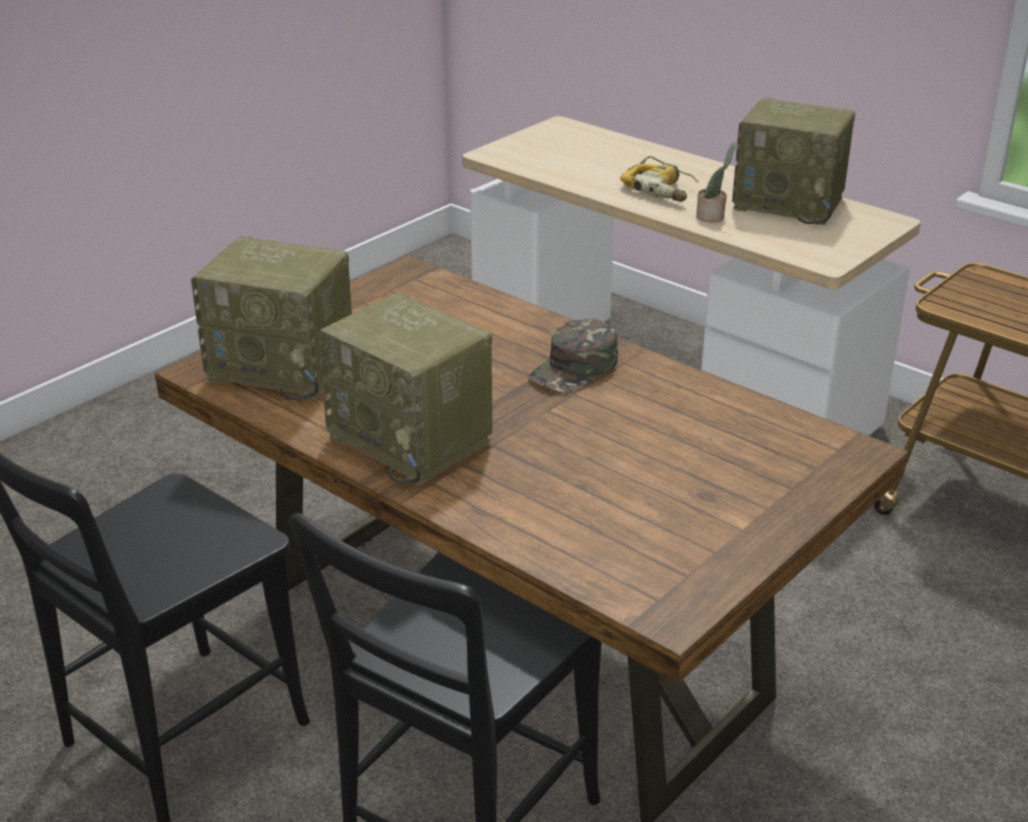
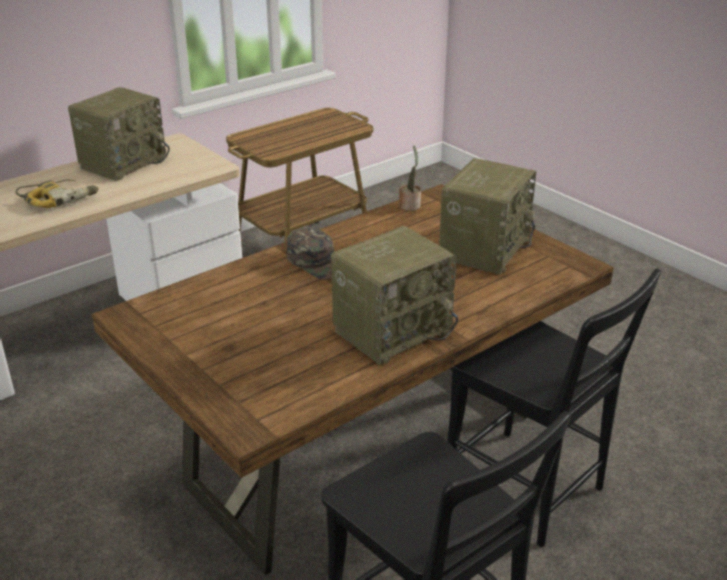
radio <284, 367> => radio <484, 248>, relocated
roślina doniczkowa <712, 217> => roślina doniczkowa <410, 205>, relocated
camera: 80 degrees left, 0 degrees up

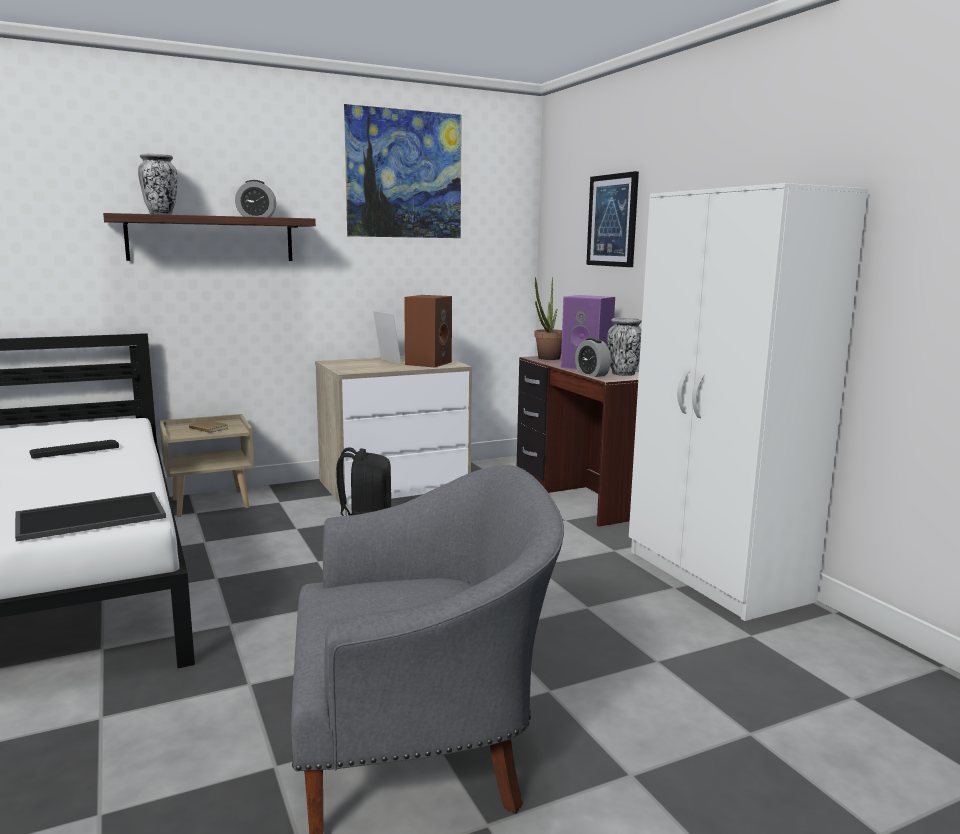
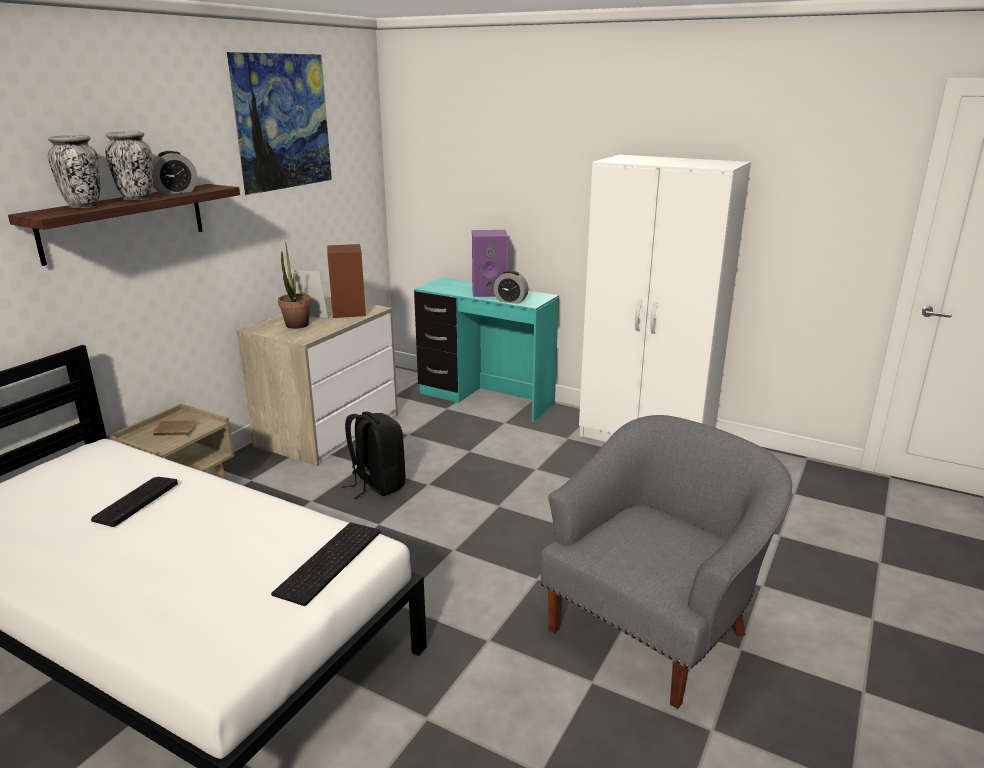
obraz <612, 220> => nothing
roślina doniczkowa <547, 359> => roślina doniczkowa <296, 326>, relocated
wazon <623, 374> => wazon <137, 199>, relocated
taca <89, 517> => klawiatura <330, 563>
biurko (brązowy) <577, 497> => biurko (turkusowy) <485, 399>
camera: 35 degrees left, 10 degrees up

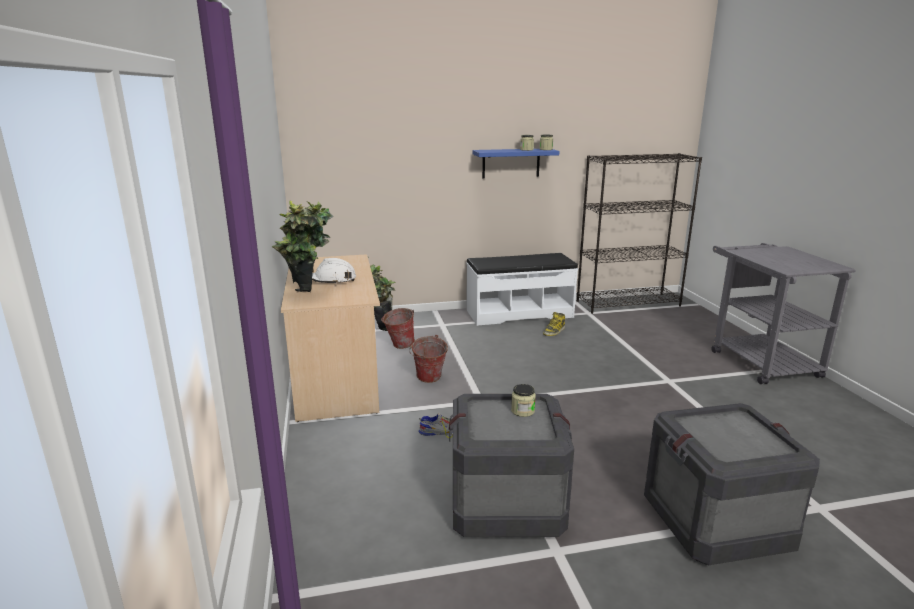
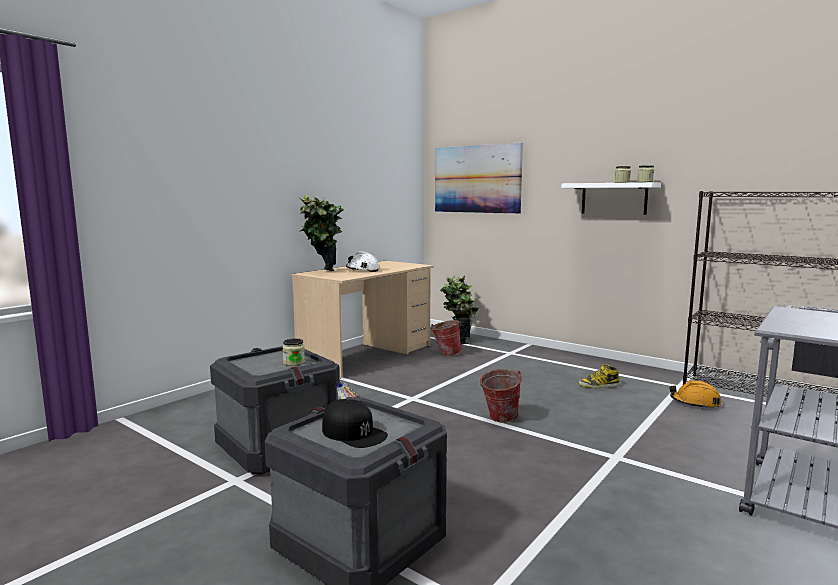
ławka (biały) <519, 313> => nothing
nothing => czapka z daszkiem (czarny) <354, 433>
nothing => obraz <477, 179>
nothing => kask (pomarańczowy) <695, 403>
wiadro <428, 380> => wiadro <499, 419>, relocated
półka (niebieski) <511, 163> => półka (biały) <614, 198>
camera: 50 degrees right, 10 degrees down

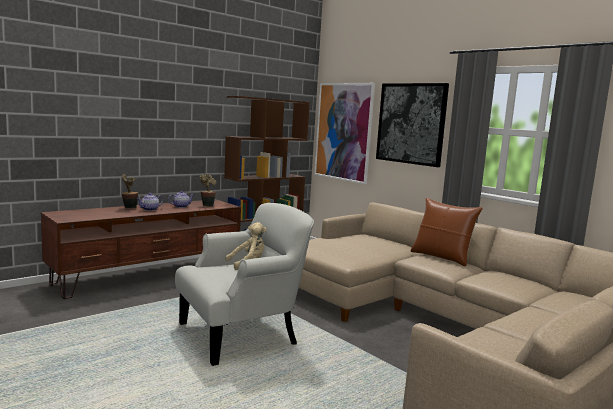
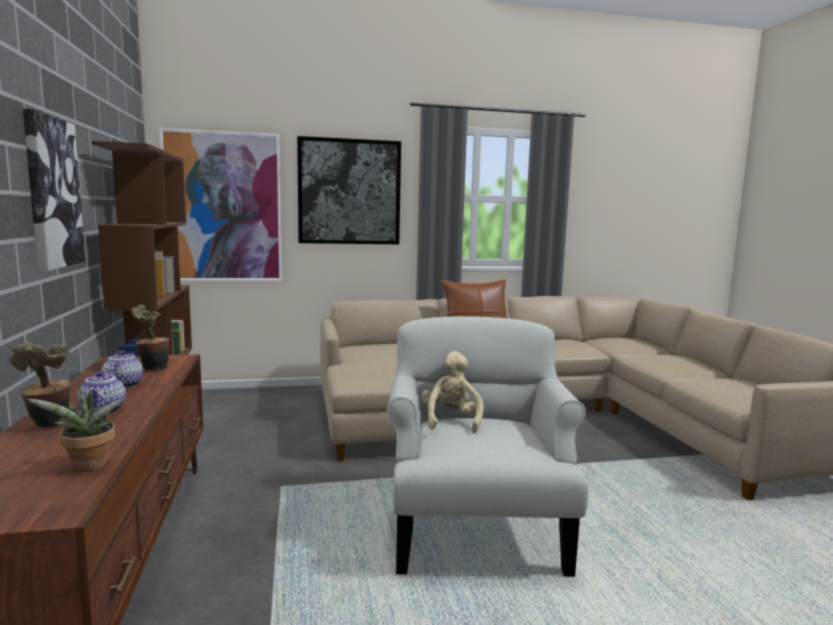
nothing => obraz <52, 193>
nothing => roślina doniczkowa <88, 468>
camera: 60 degrees left, 0 degrees up

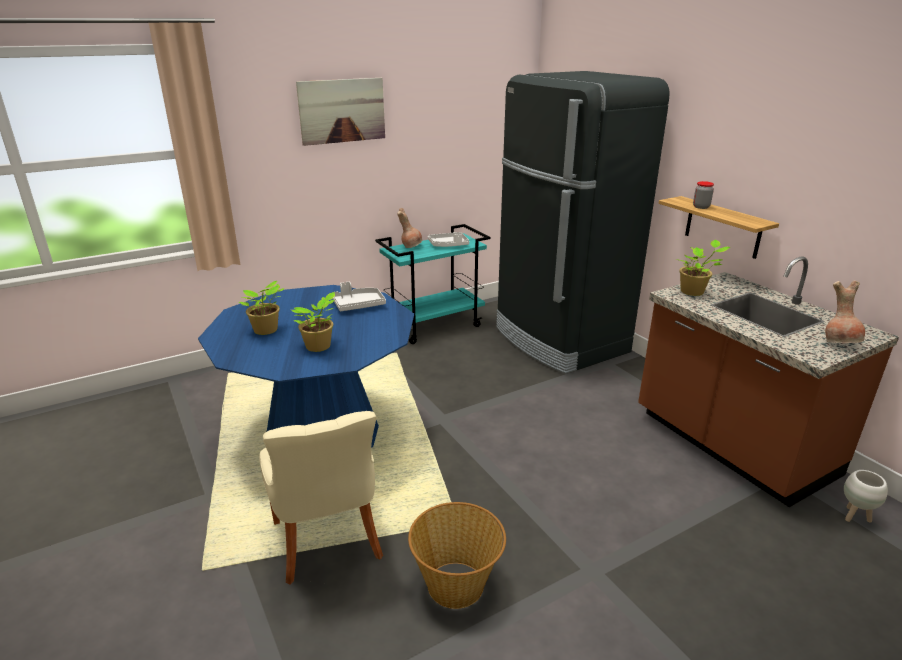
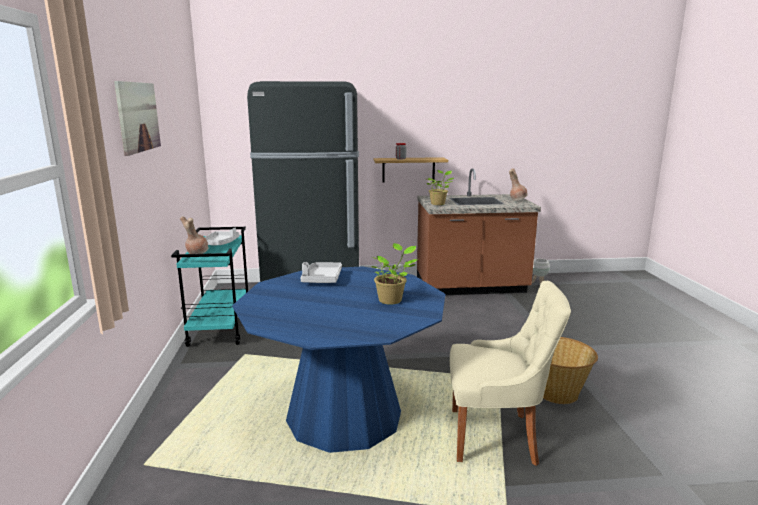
roślina doniczkowa <266, 331> => nothing
camera: 65 degrees left, 10 degrees down

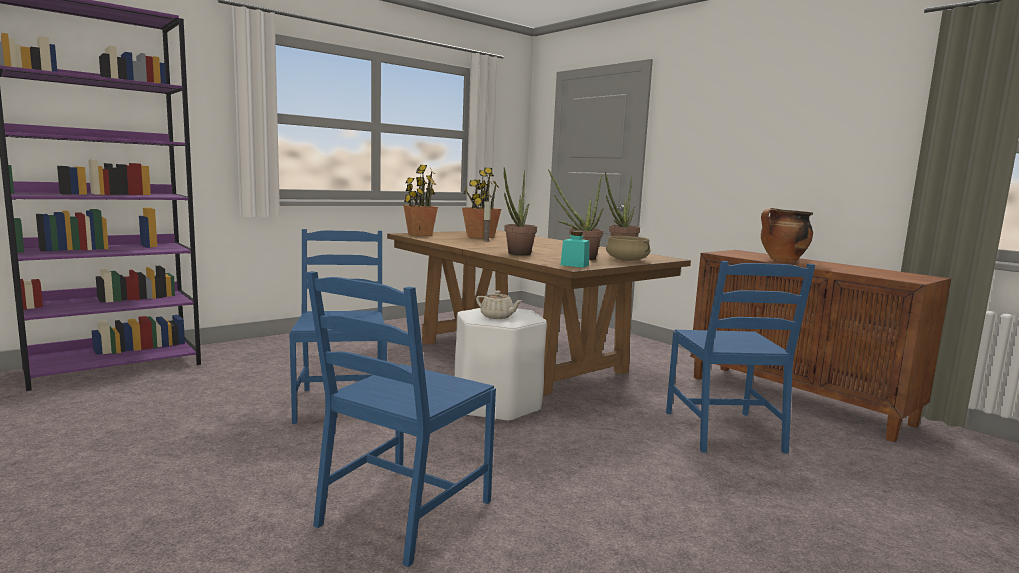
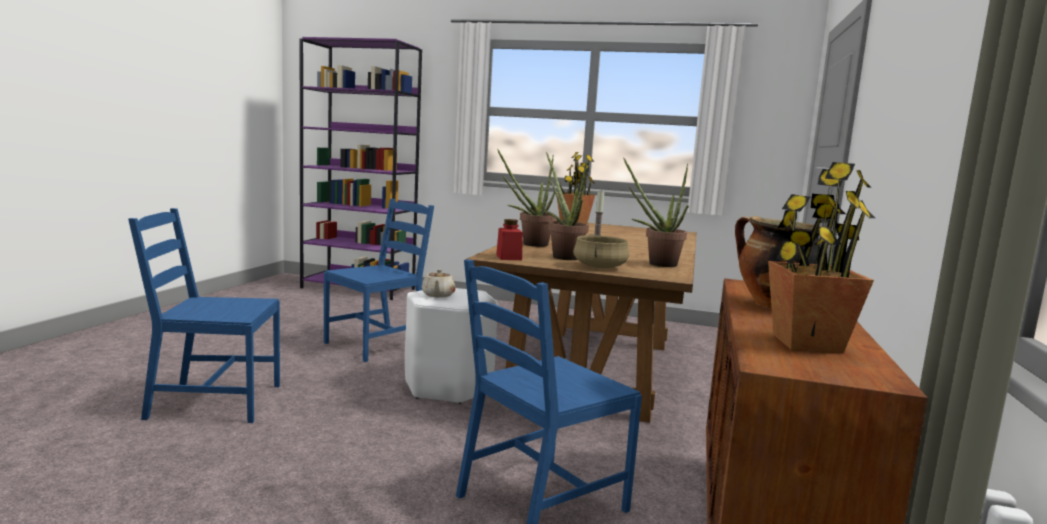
roślina doniczkowa <480, 237> => roślina doniczkowa <806, 343>, relocated
słoik (turkusowy) <574, 265> => słoik (czerwony) <508, 257>
camera: 55 degrees right, 0 degrees up

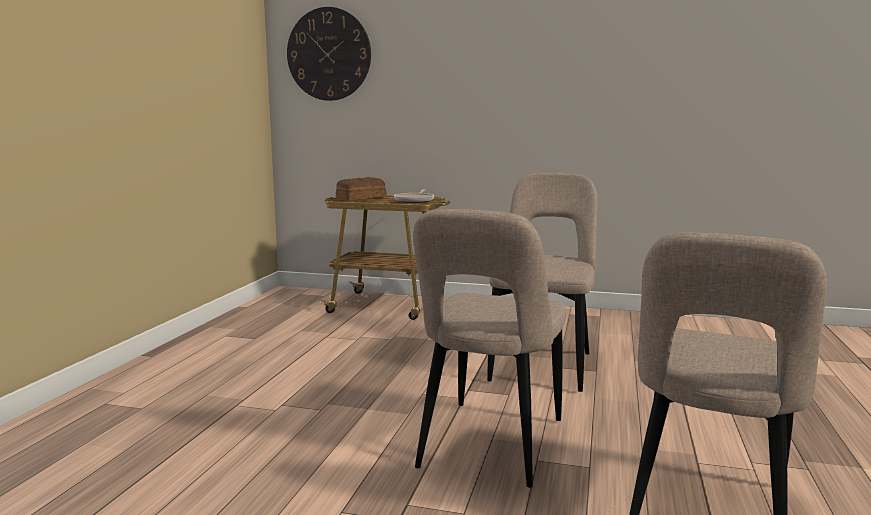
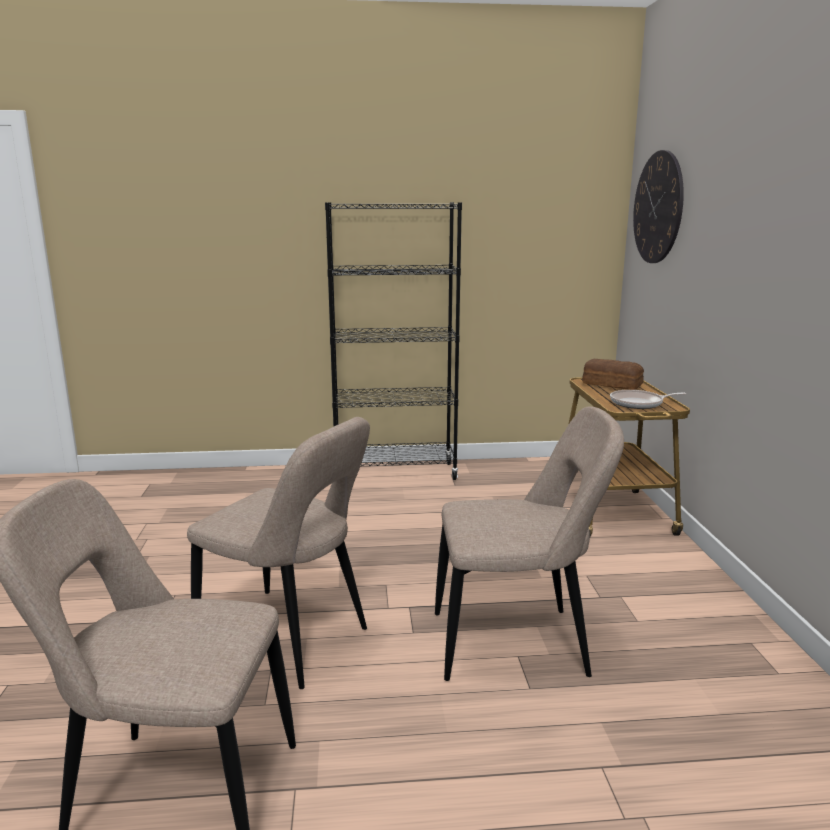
nothing => regał (czarny) <395, 473>
krzesło (beżowy) <489, 447> => krzesło (beżowy) <288, 639>, 150 degrees counterclockwise
camera: 70 degrees right, 5 degrees up

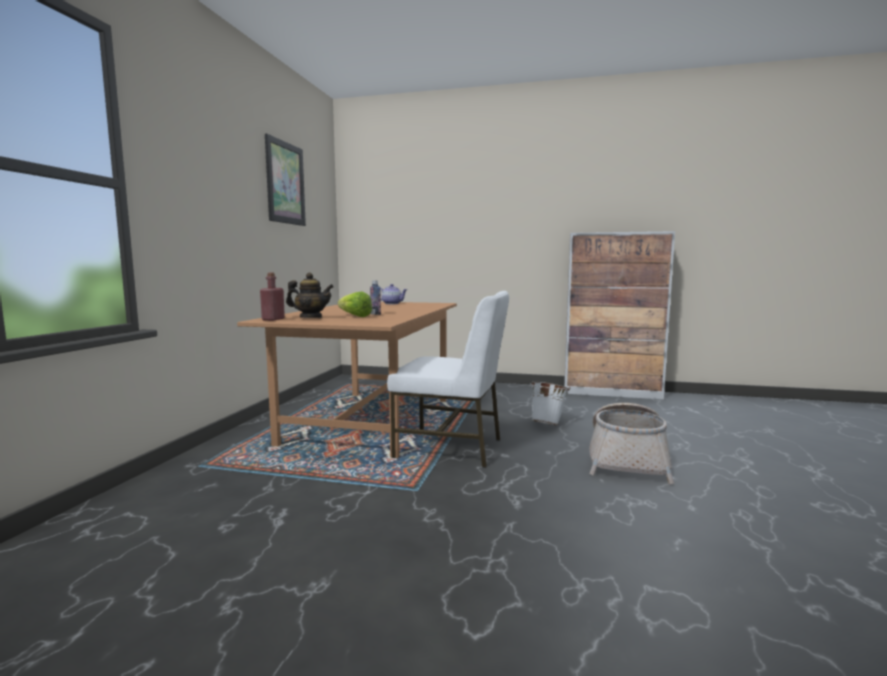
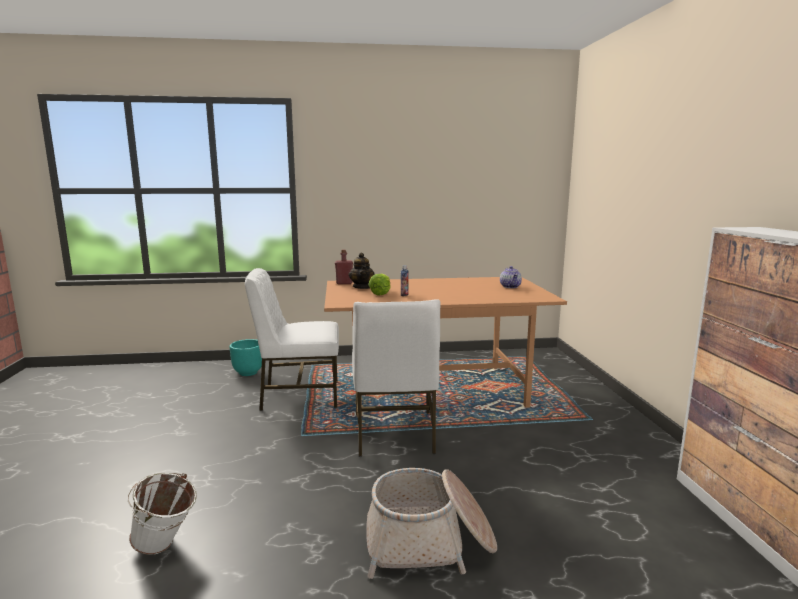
obraz <285, 183> => nothing
nothing => donica (turkusowy) <248, 373>
nothing => krzesło (biały) <299, 395>
wiadro (biały) <548, 424> => wiadro (biały) <166, 547>, relocated
camera: 70 degrees right, 5 degrees up

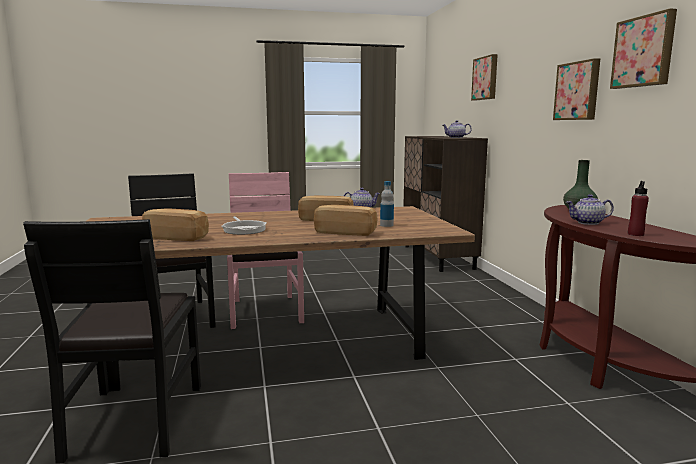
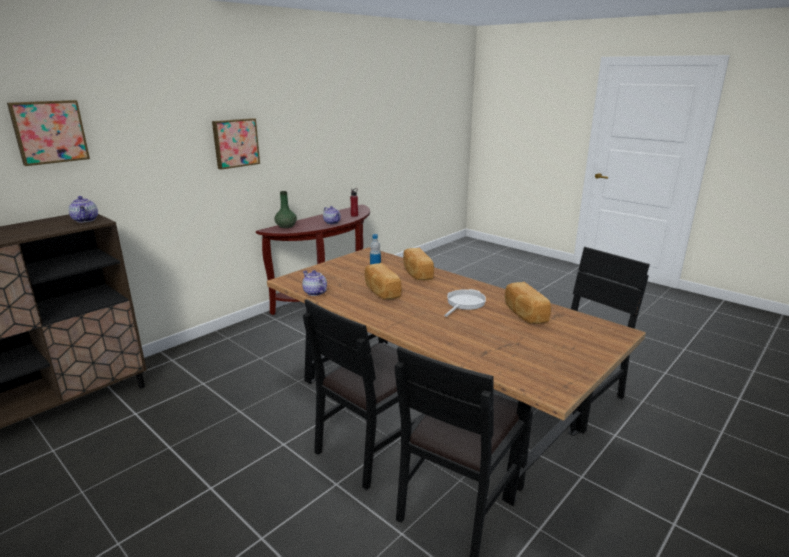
obraz <644, 52> => nothing
krzesło (różowy) <265, 311> => krzesło (czarny) <374, 445>
camera: 125 degrees left, 10 degrees up

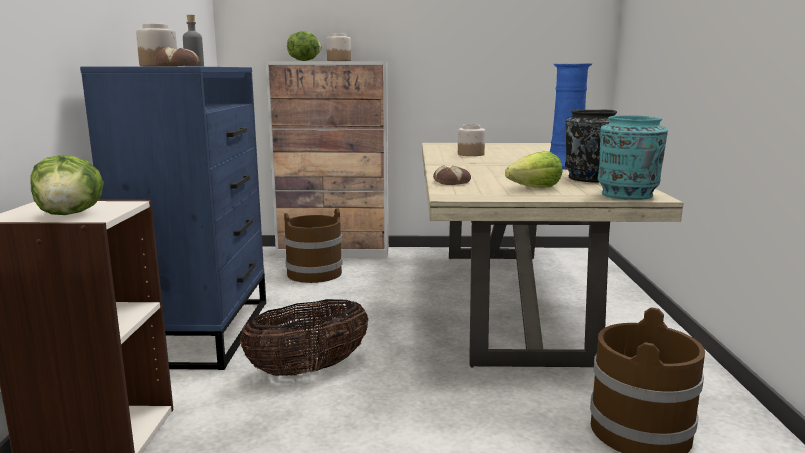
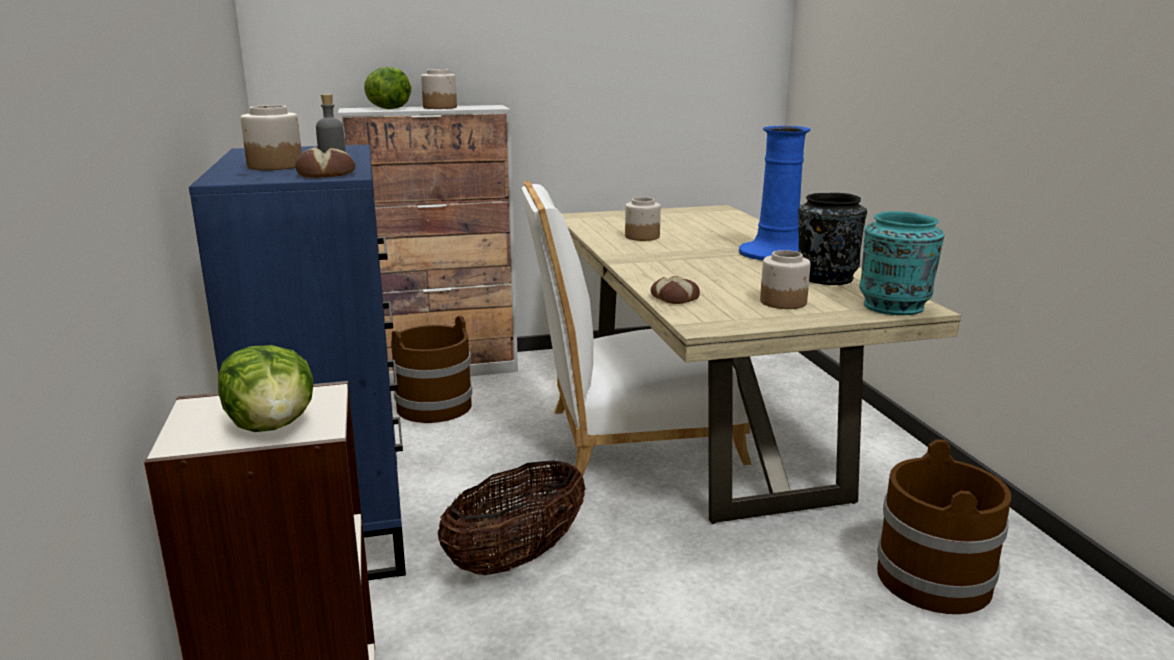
nothing => krzesło (biały) <631, 437>
sałata <535, 188> => słoik <784, 302>
camera: 15 degrees left, 5 degrees up

